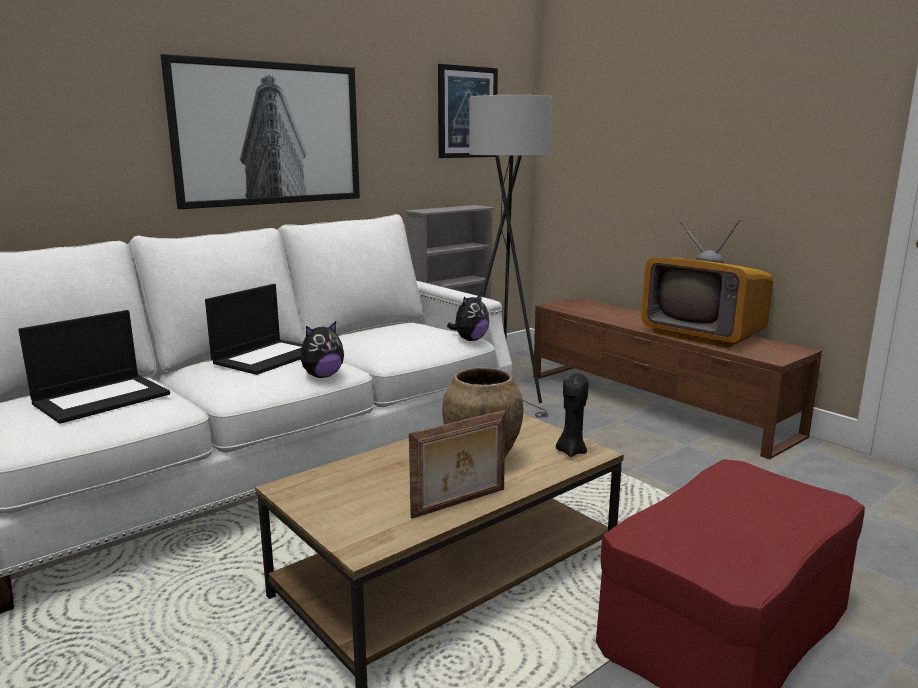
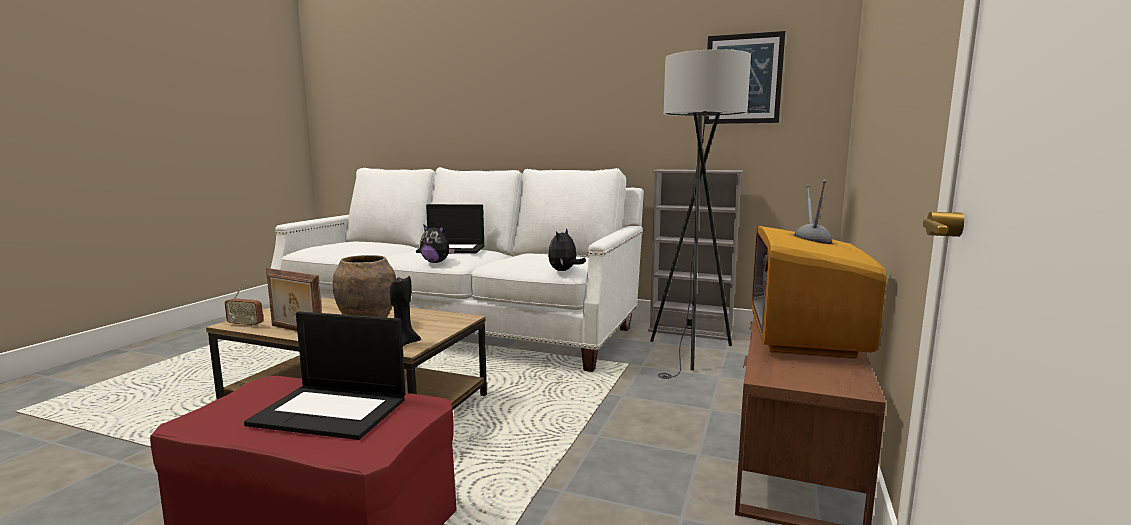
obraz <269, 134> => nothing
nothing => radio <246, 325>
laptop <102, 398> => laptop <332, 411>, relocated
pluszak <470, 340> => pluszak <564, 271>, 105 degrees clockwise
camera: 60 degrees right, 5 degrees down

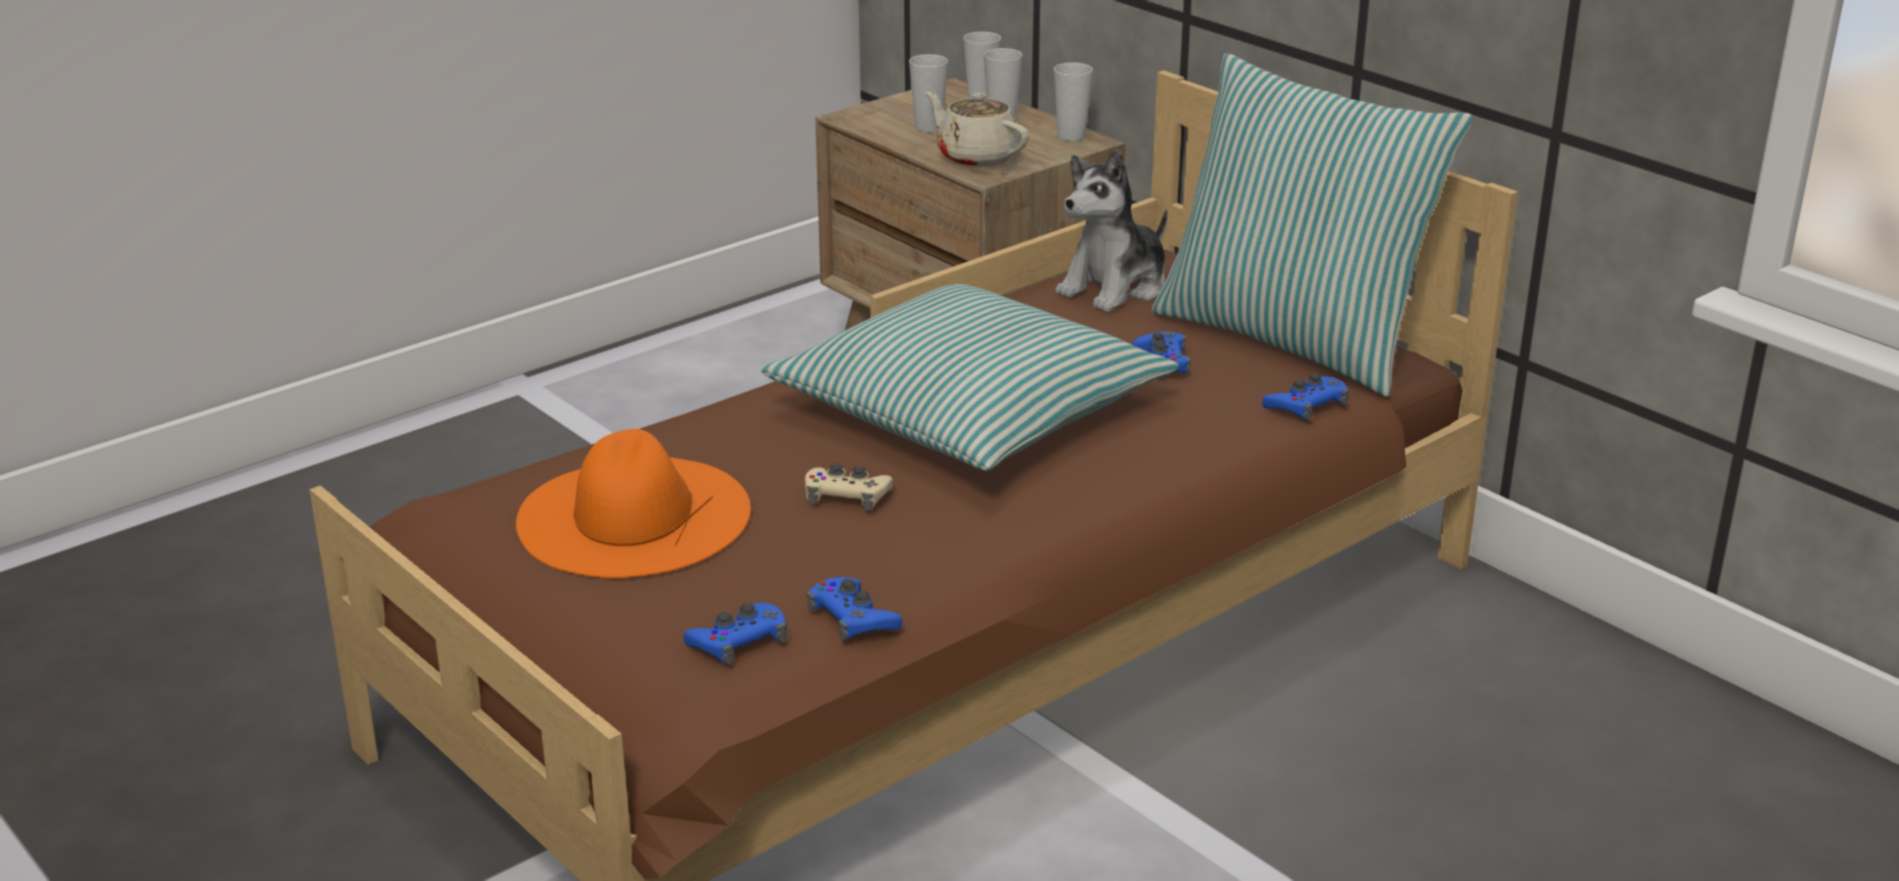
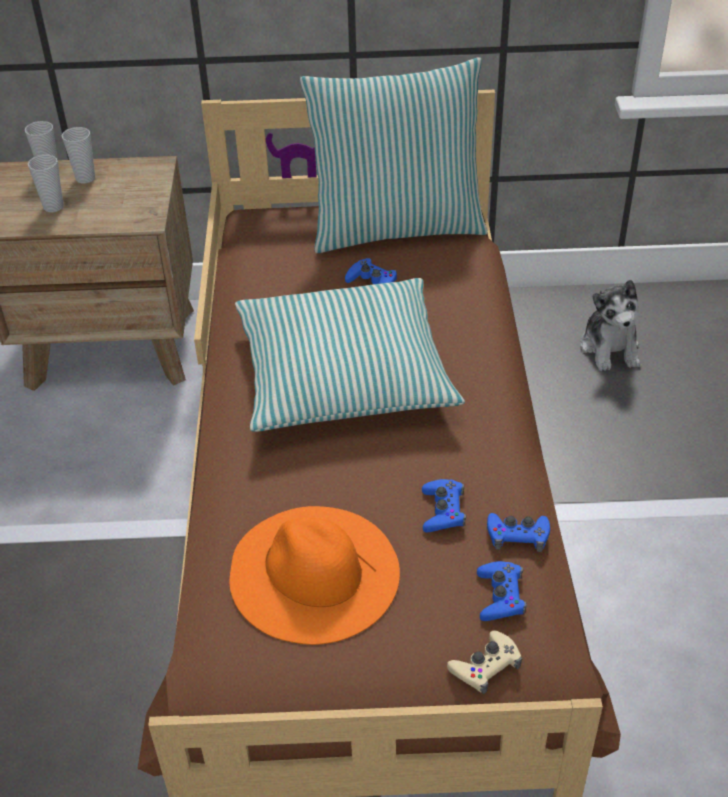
imbryk (beżowy) <976, 157> => nothing
filiżanka <1071, 137> => nothing
pad do gier (beżowy) <847, 496> => pad do gier (beżowy) <485, 666>, relocated
pluszak <1115, 287> => pluszak <610, 348>, relocated
pad do gier (niebieski) <1306, 406> => pad do gier (niebieski) <443, 510>, relocated
camera: 50 degrees left, 15 degrees up

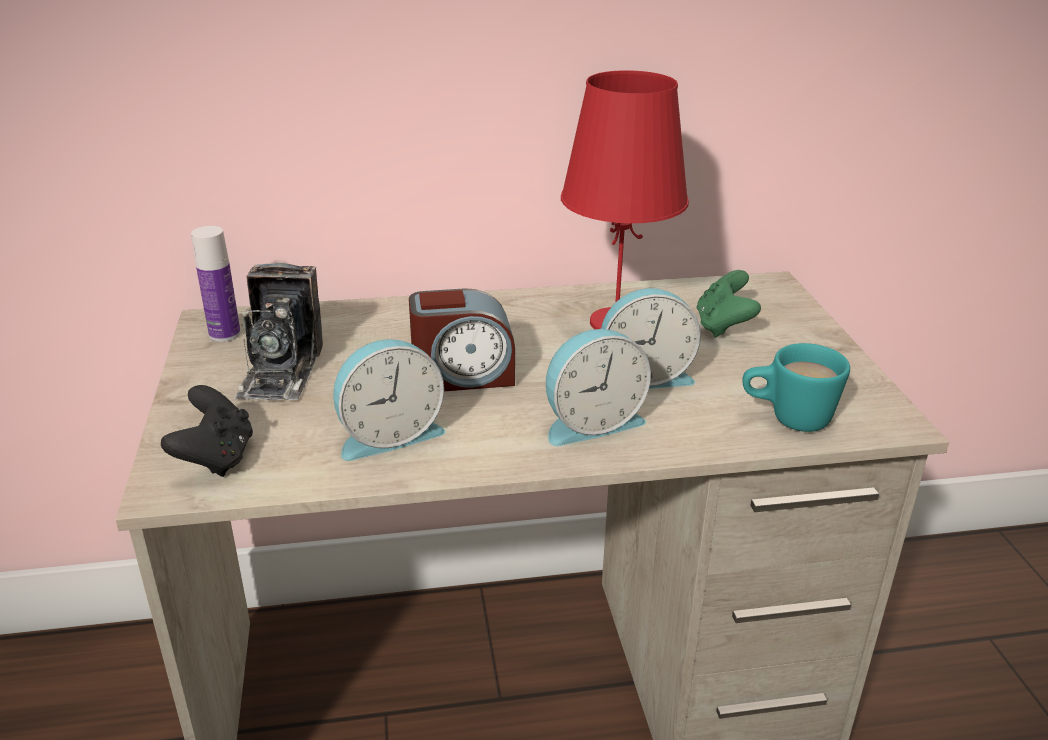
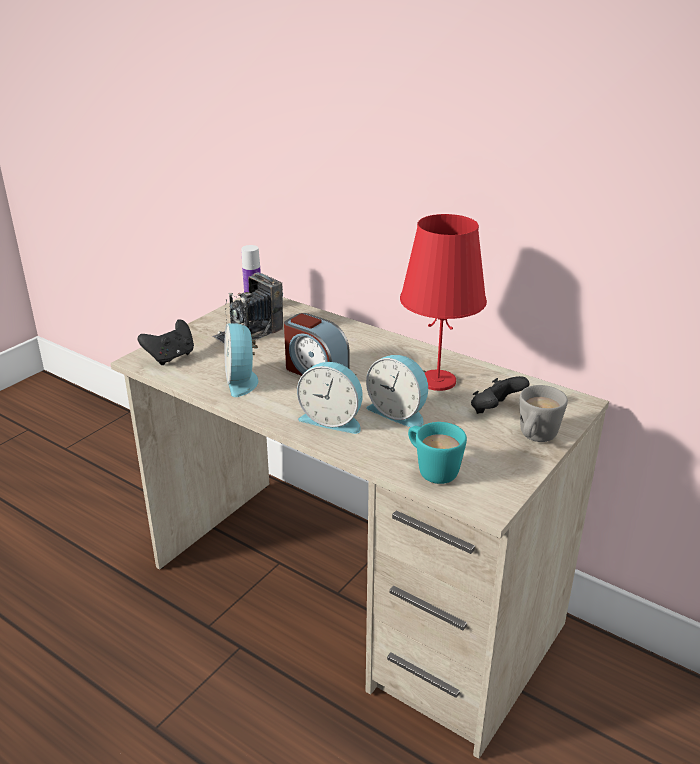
nothing => kubek (szary) <535, 438>
pad do gier (zielony) <723, 326> => pad do gier (czarny) <495, 410>
budzik <388, 435> => budzik <242, 380>, 60 degrees clockwise
camera: 45 degrees right, 0 degrees up

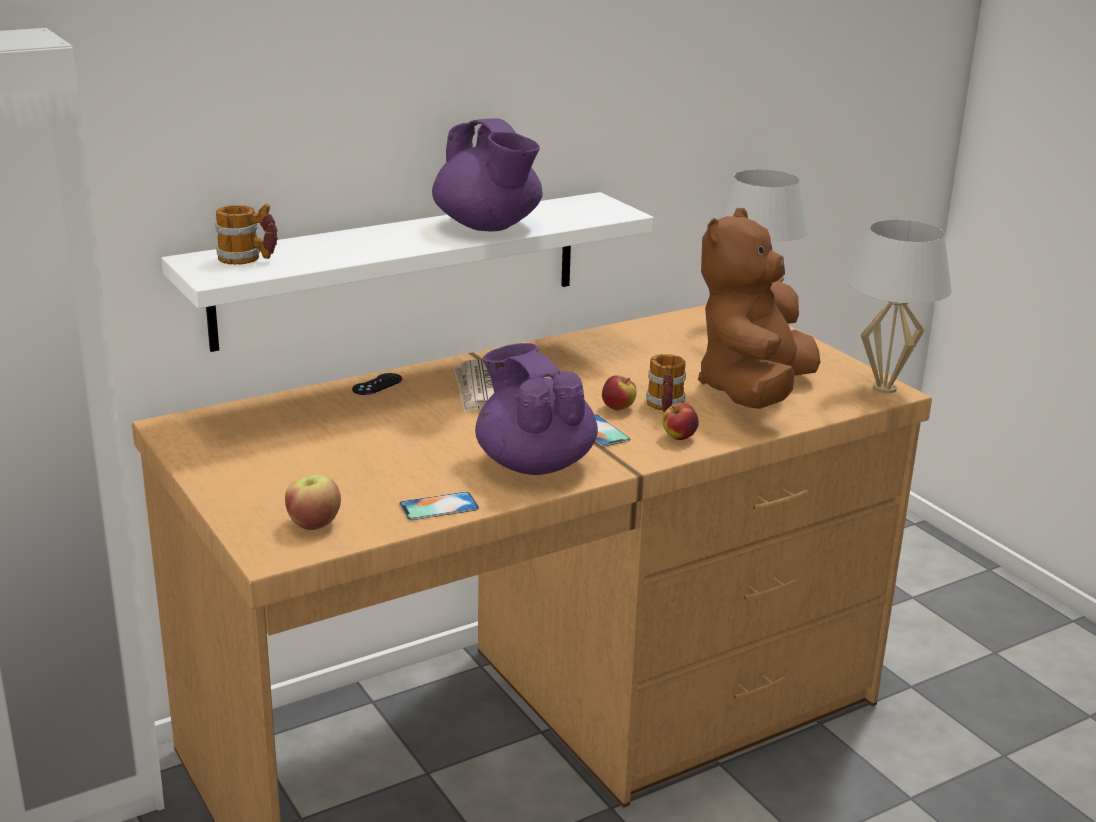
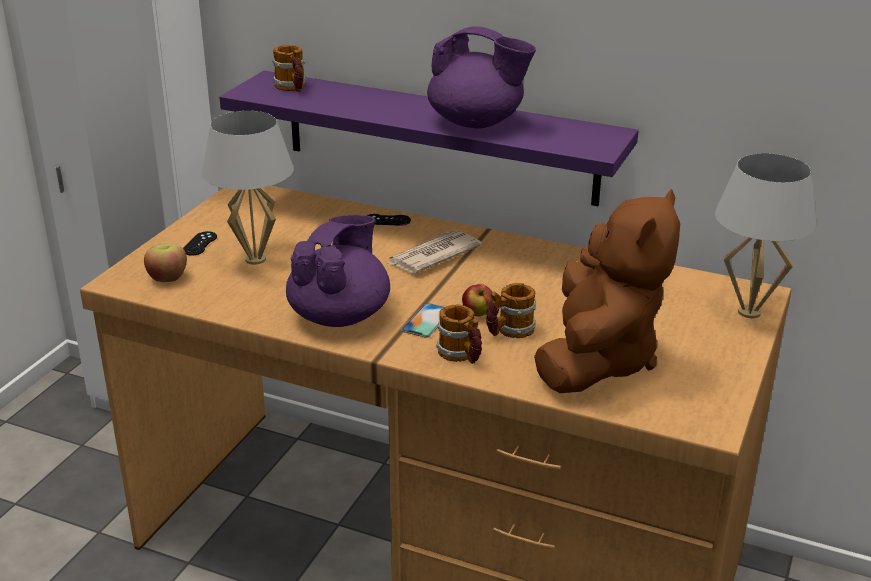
telefon <439, 506> => nothing
nothing => pad do gier (czarny) <200, 244>
lampa stołowa (biały) <884, 389> => lampa stołowa (biały) <255, 259>, relocated
jabłko <679, 437> => kubek <461, 355>
półka (biały) <399, 269> => półka (fioletowy) <439, 137>
imbryk (fioletowy) <488, 226> => imbryk (fioletowy) <477, 123>, 90 degrees counterclockwise
pluszak (brązowy) <753, 392> => pluszak (brązowy) <597, 360>, 120 degrees clockwise
camera: 55 degrees right, 5 degrees up

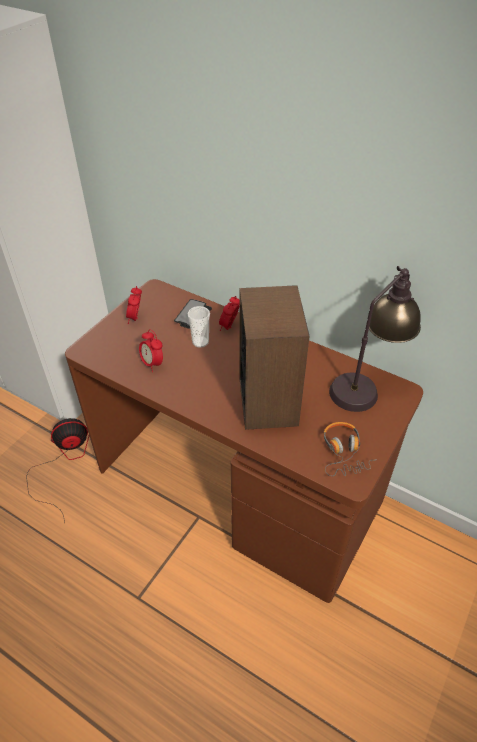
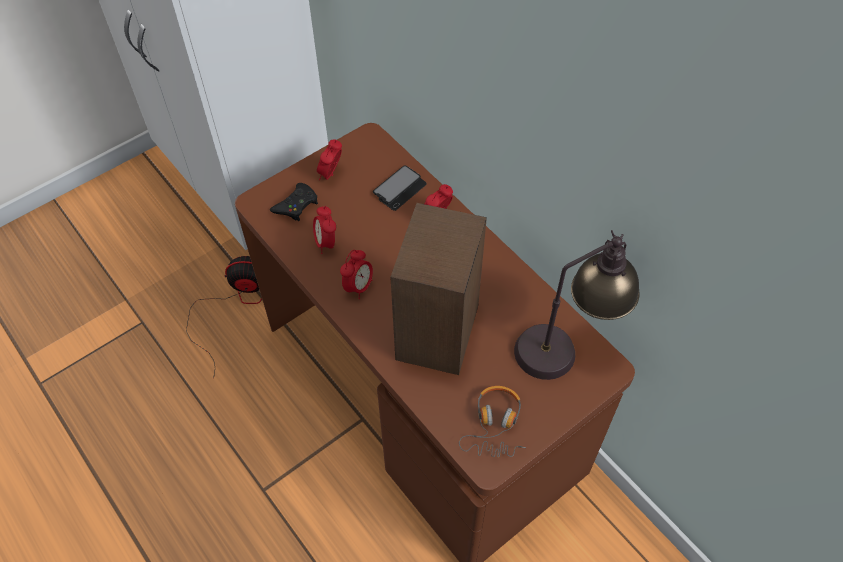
filiżanka <200, 342> => nothing
nothing => pad do gier (czarny) <296, 205>
nothing => budzik <358, 286>
camera: 20 degrees right, 10 degrees up

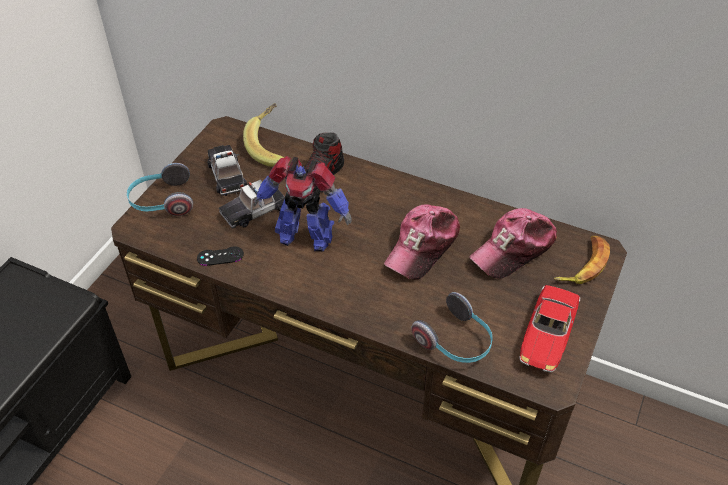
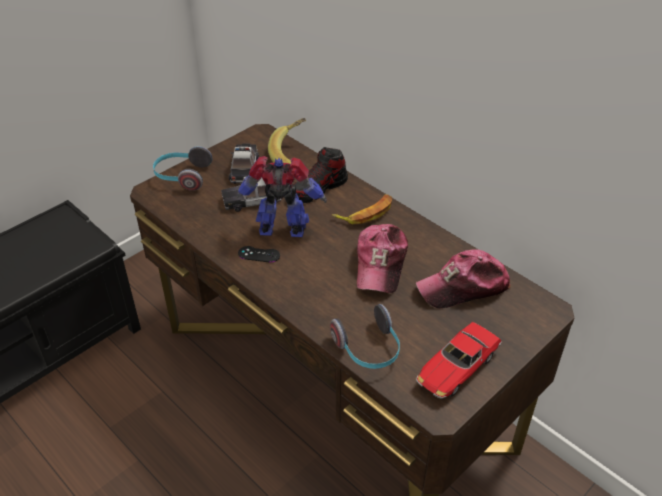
pad do gier (czarny) <220, 256> => pad do gier (czarny) <259, 254>, relocated
banan <583, 264> => banan <366, 213>, relocated
robot zabawkowy <305, 236> => robot zabawkowy <283, 230>, 150 degrees clockwise
czapka z daszkiem <423, 247> => czapka z daszkiem <380, 264>, 45 degrees counterclockwise
camera: 20 degrees right, 5 degrees down

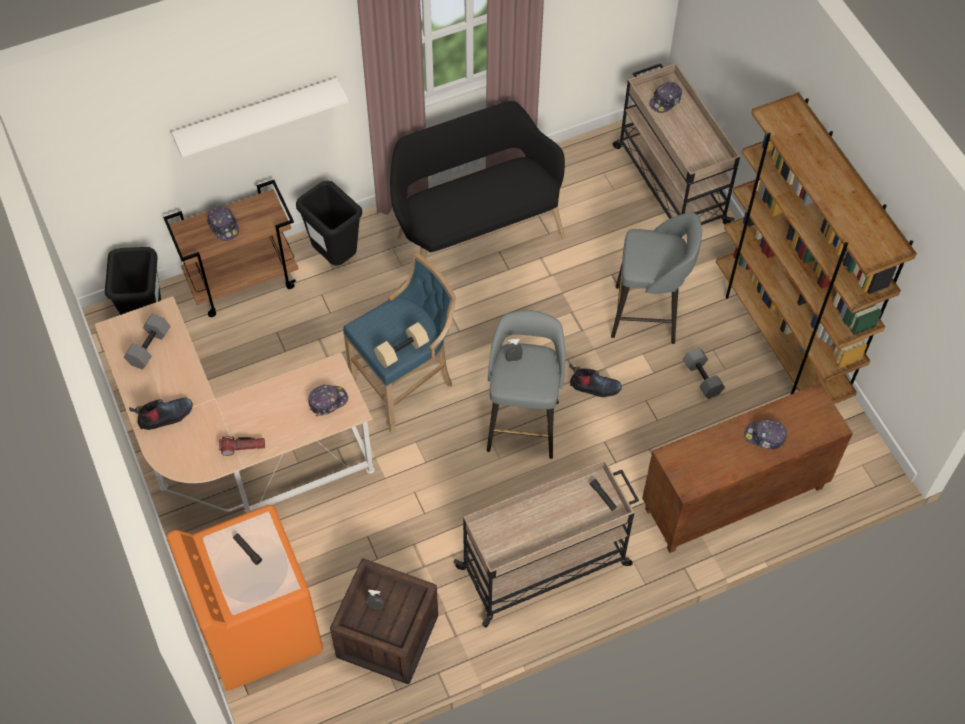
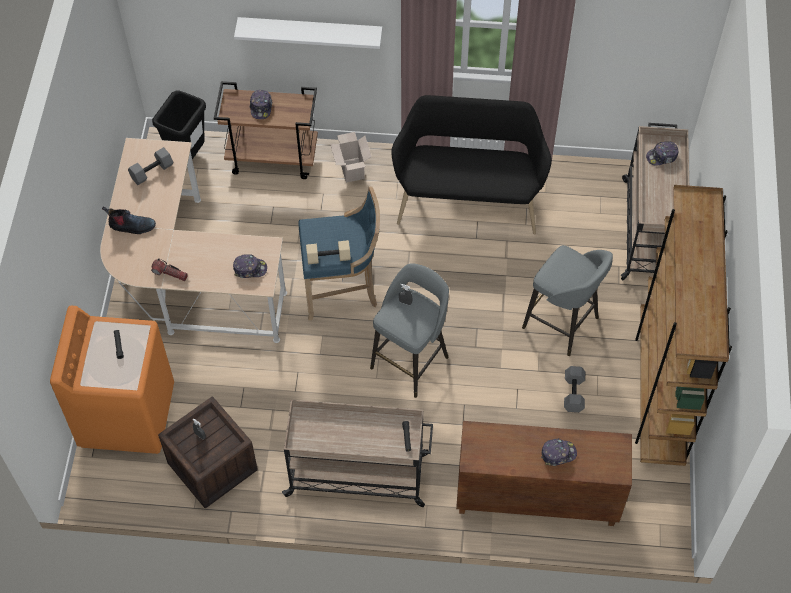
but z cholewką <594, 387> => nothing
kosz na śmieci (czarny) <335, 256> => karton <351, 169>
czapka z daszkiem <765, 437> => czapka z daszkiem <558, 453>, 120 degrees clockwise
camera: 30 degrees right, 0 degrees up

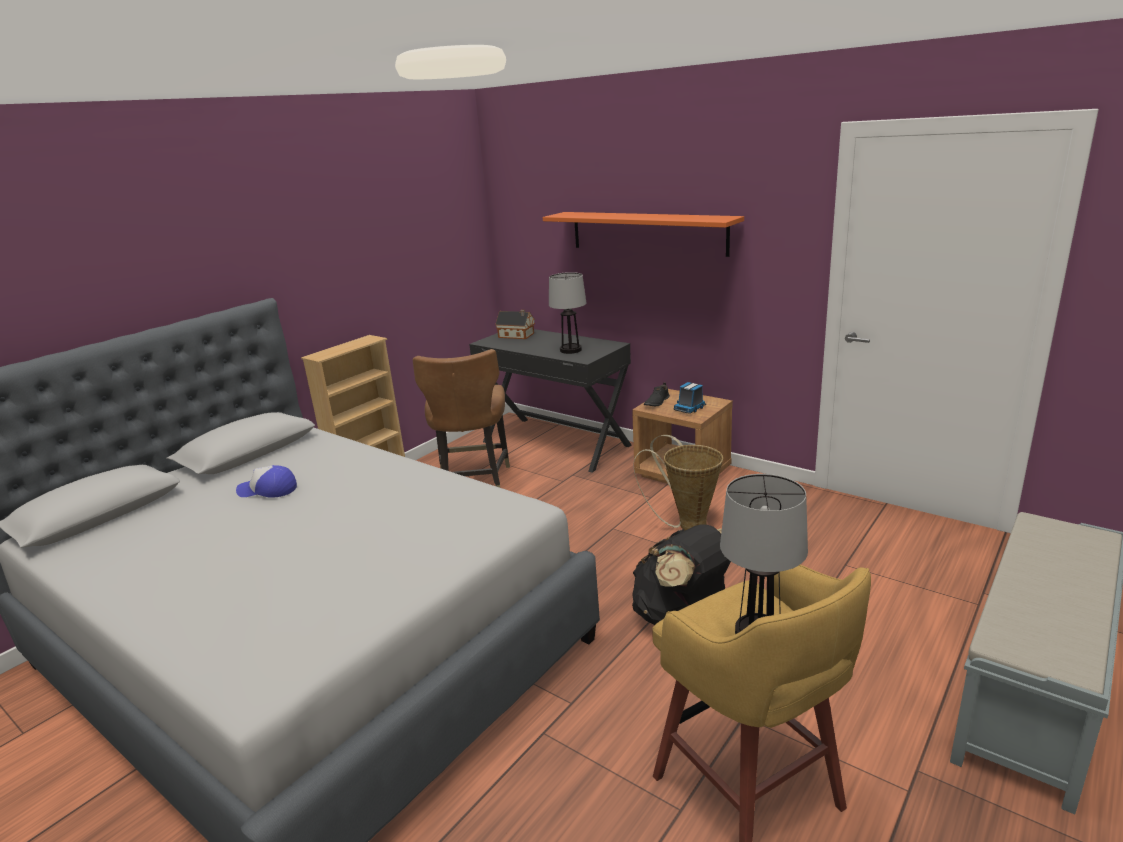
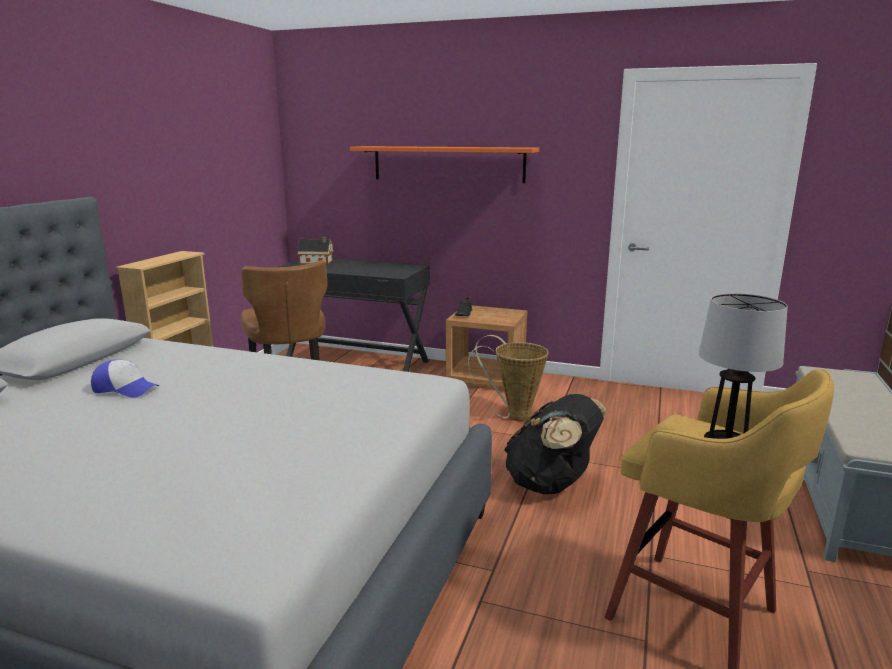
lampa stołowa <570, 350> => nothing
ciężarówka zabawkowa <690, 408> => nothing
czapka z daszkiem <268, 490> => czapka z daszkiem <125, 388>, 150 degrees counterclockwise
camera: 20 degrees left, 5 degrees down

